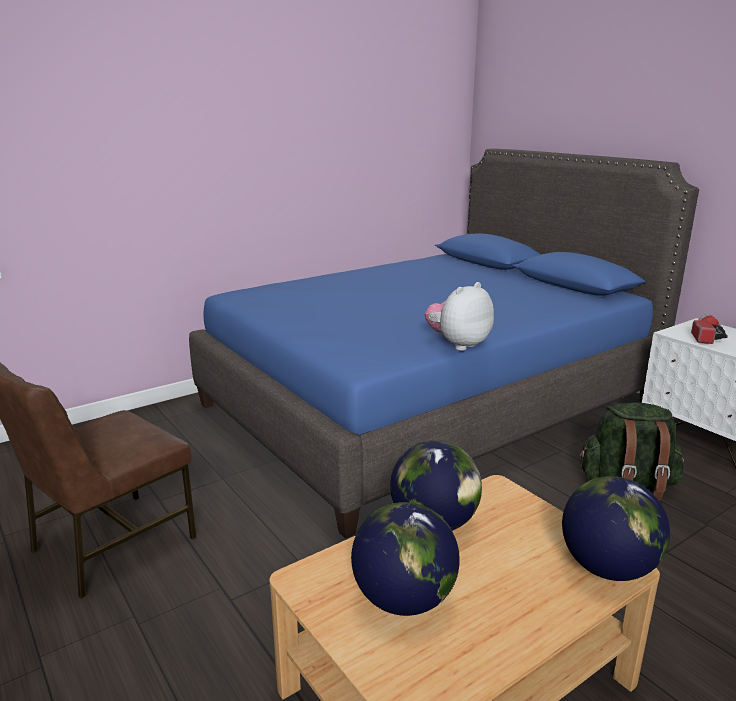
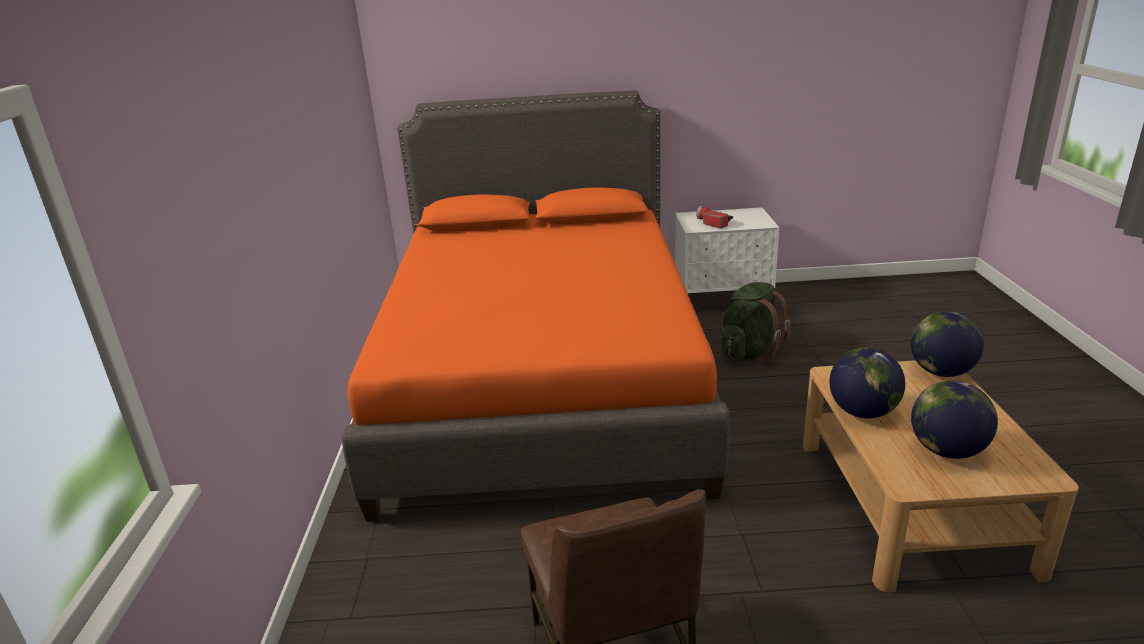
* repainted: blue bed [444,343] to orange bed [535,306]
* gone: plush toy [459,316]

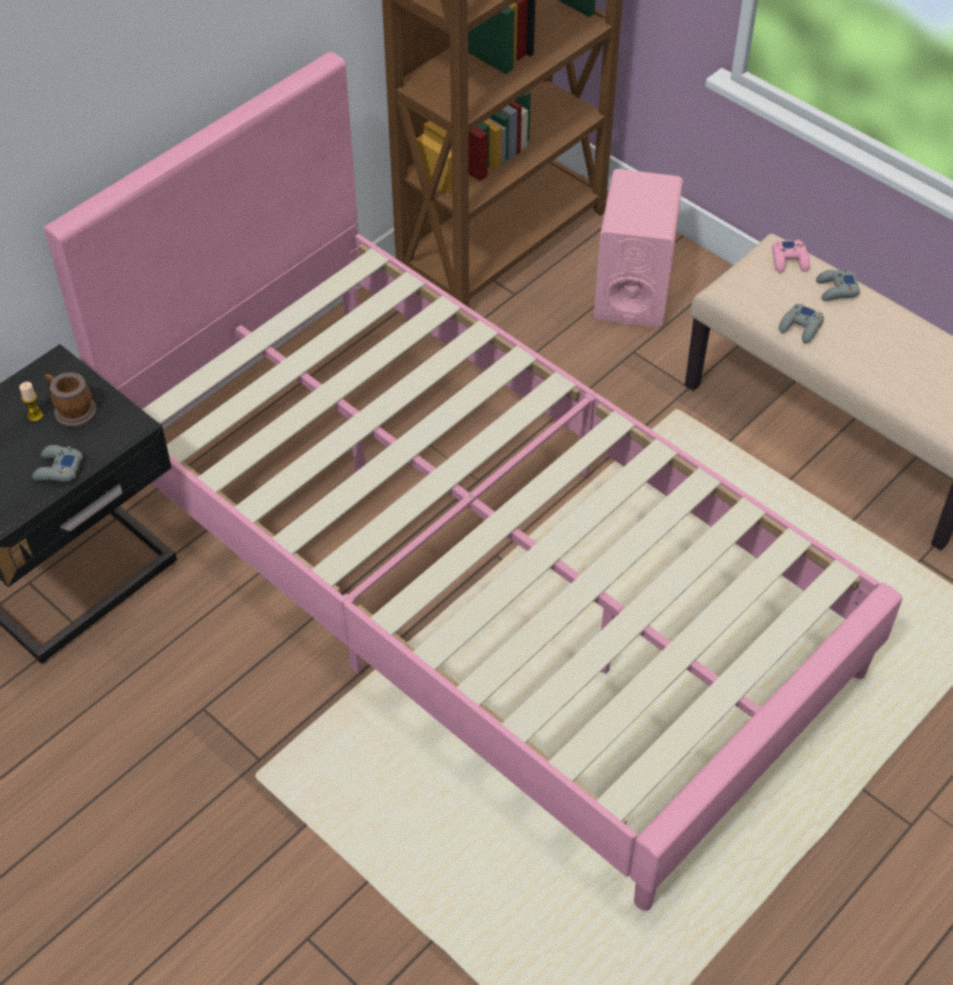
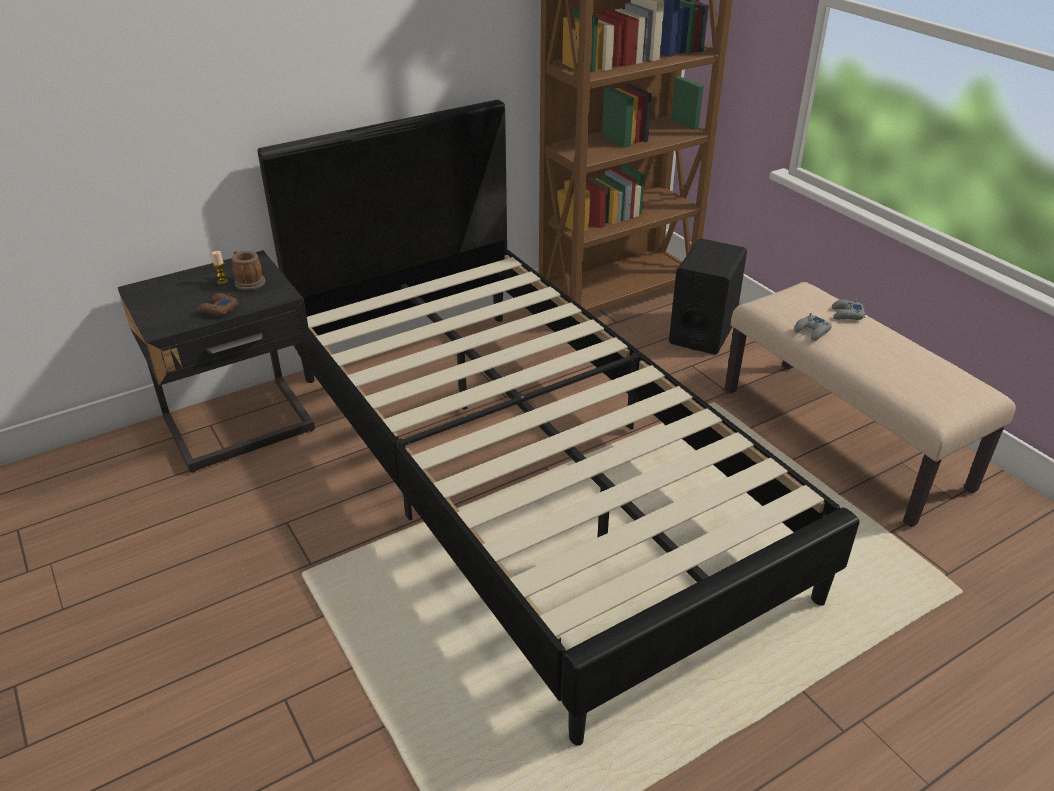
* repainted: pink bed [473,481] to black bed [558,423]
* repainted: pink speaker [638,248] to black speaker [708,296]
* gone: pink game controller [791,256]
* repainted: grey game controller [57,463] to brown game controller [217,304]

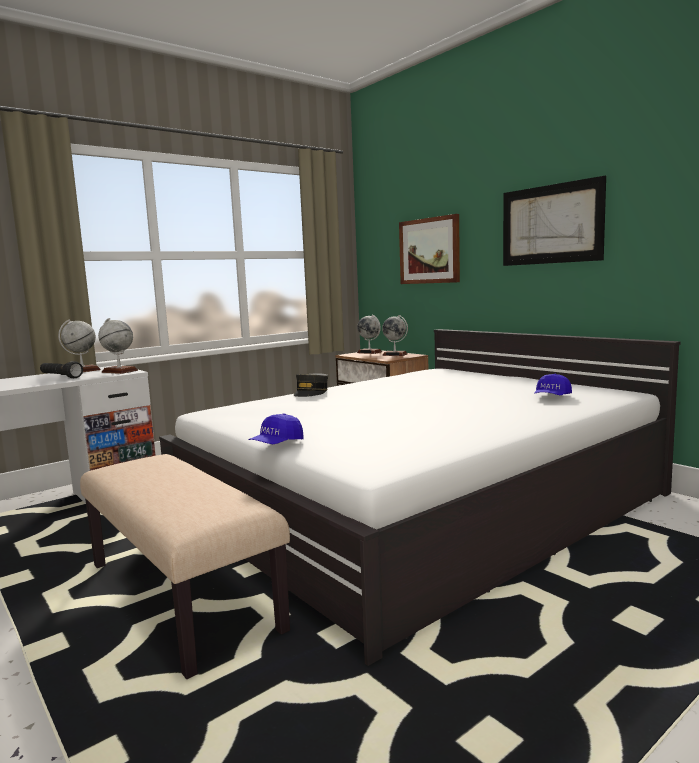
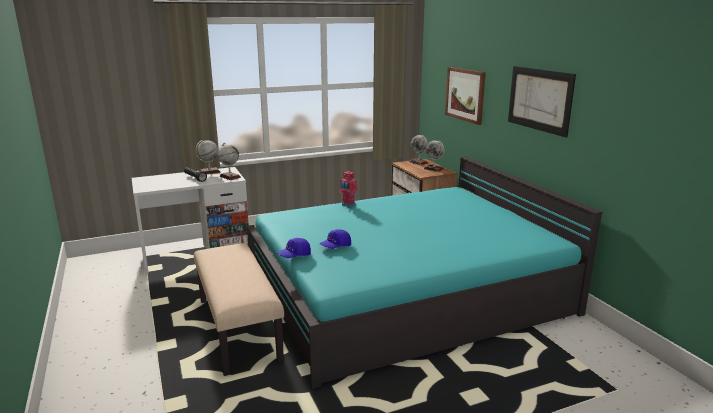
* repainted: white bed [419,497] to turquoise bed [425,272]
* swapped: grey cap [311,385] to toy robot [348,189]
* shifted: blue cap [553,384] to [335,239]

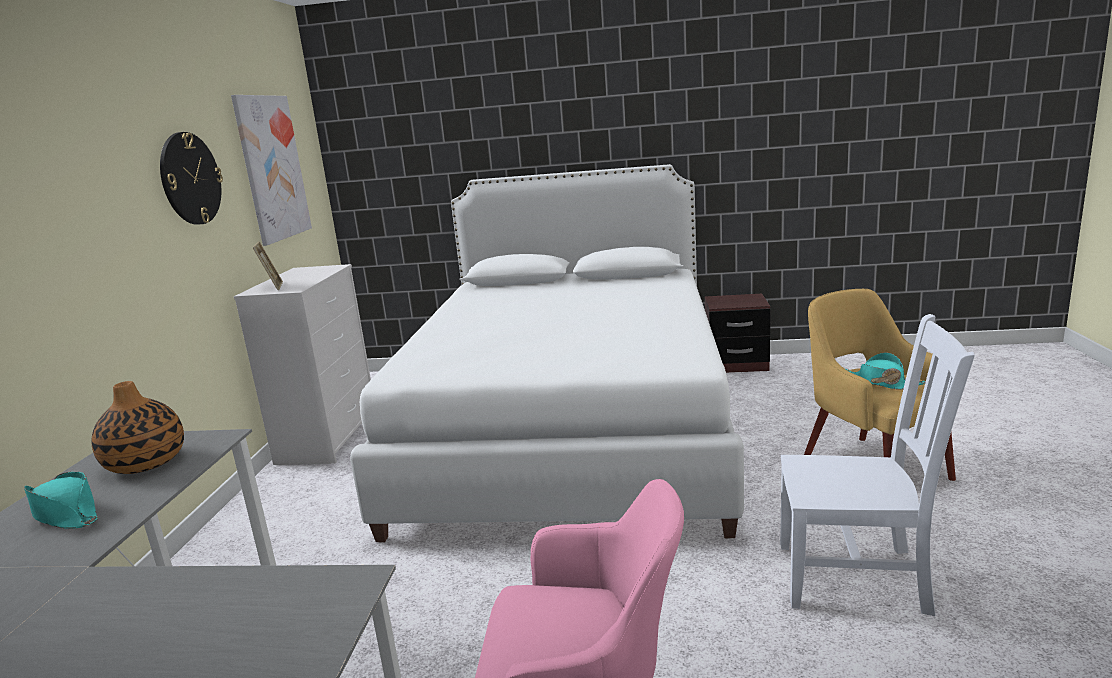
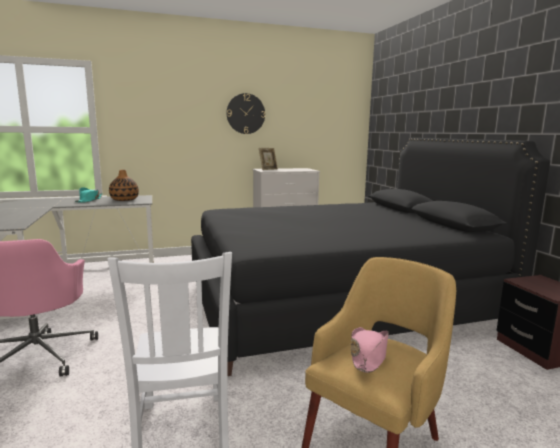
* gone: picture [271,170]
* repainted: white bed [547,353] to black bed [370,257]
* repainted: turquoise hat [886,371] to pink hat [370,350]

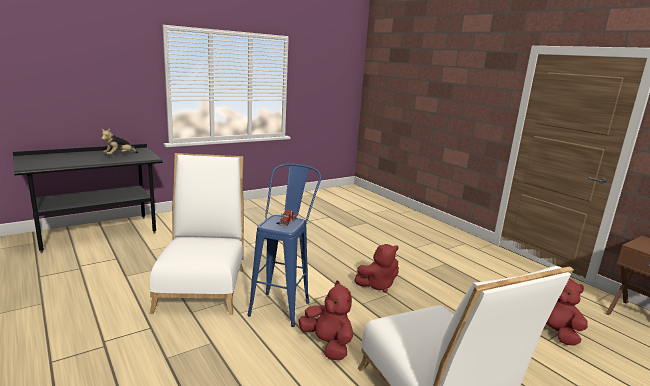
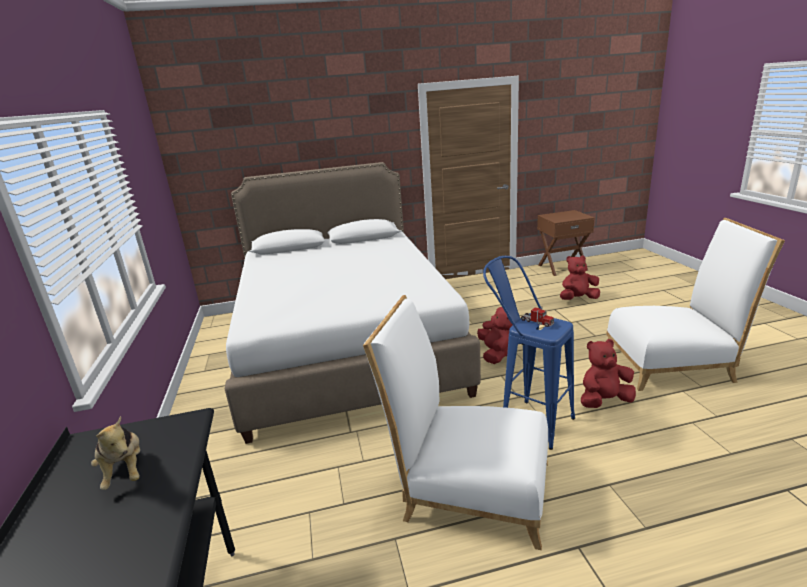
* new: white bed [353,303]

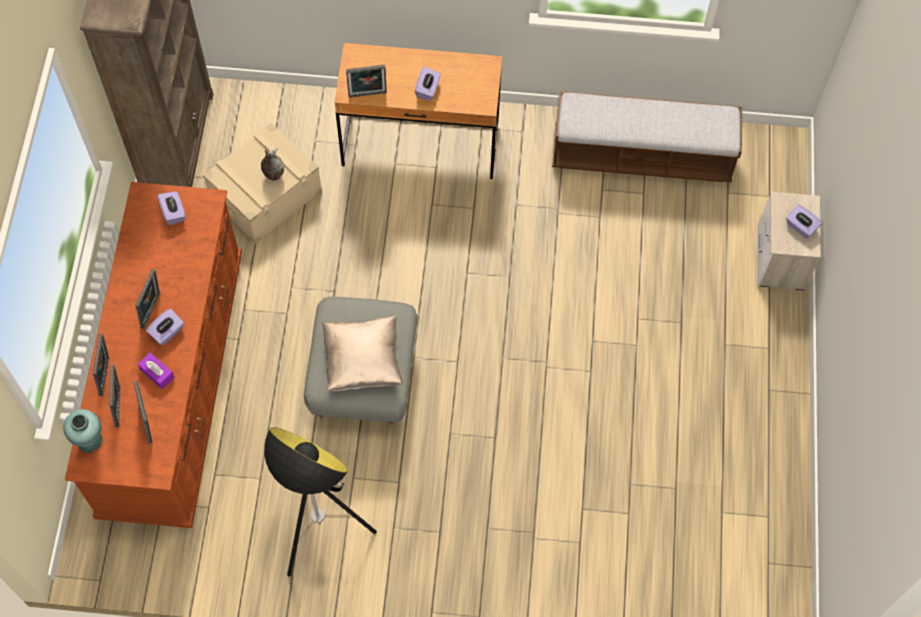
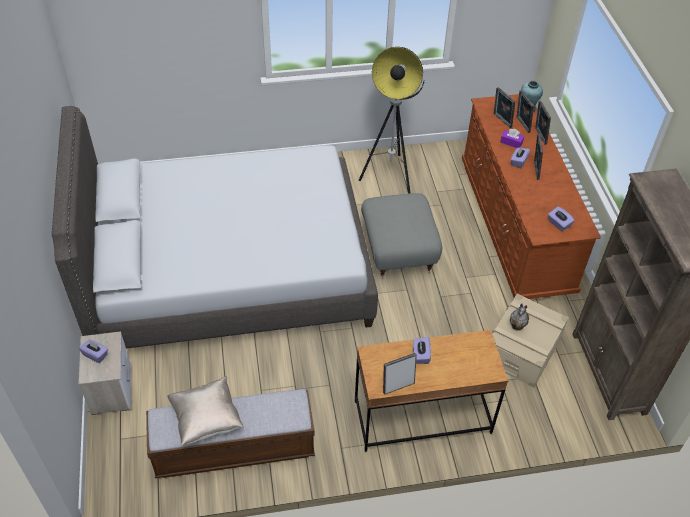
* shifted: picture frame [366,81] to [400,374]
* shifted: beige pillow [362,353] to [205,411]
* new: grey bed [215,227]

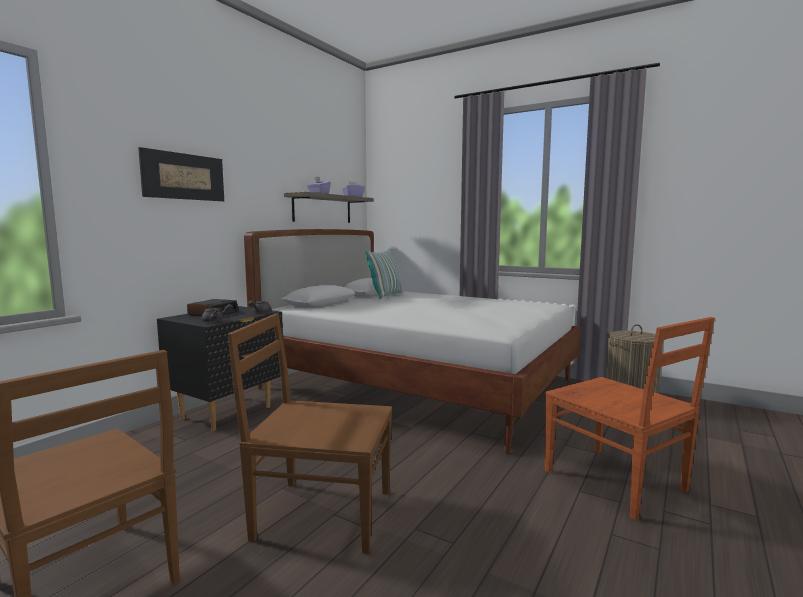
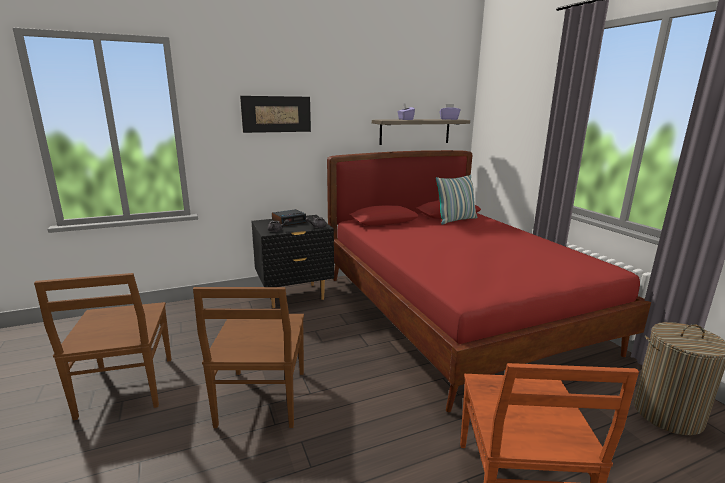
* repainted: white bed [413,341] to red bed [489,281]
* rotated: brown chair [309,433] = [248,357] 135 degrees counterclockwise

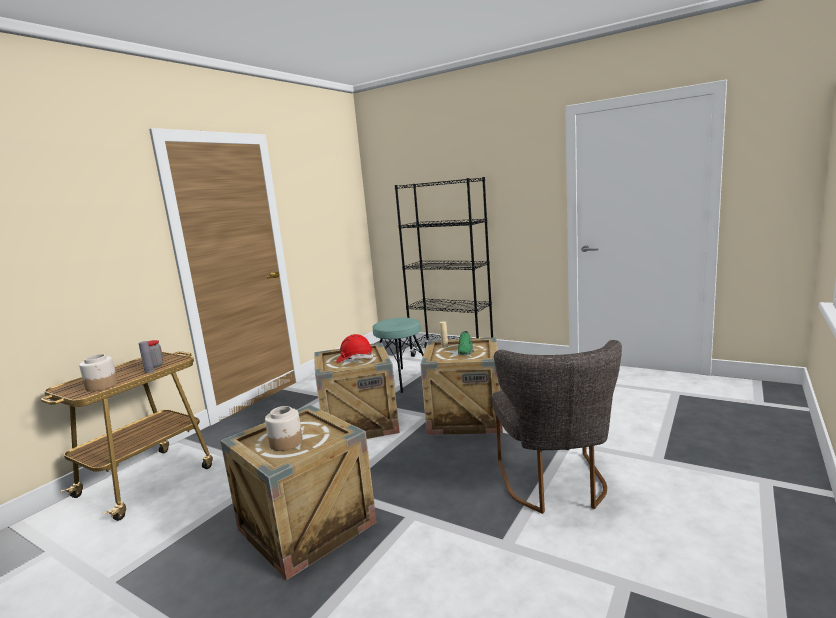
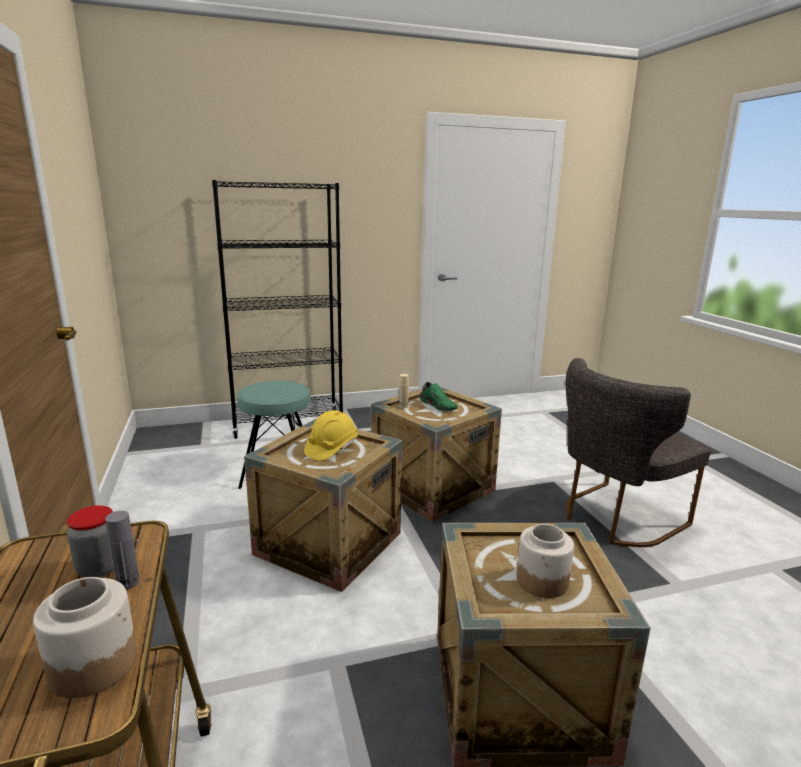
* repainted: red hard hat [354,348] to yellow hard hat [331,435]
* rotated: grey chair [556,427] = [638,452] 105 degrees clockwise

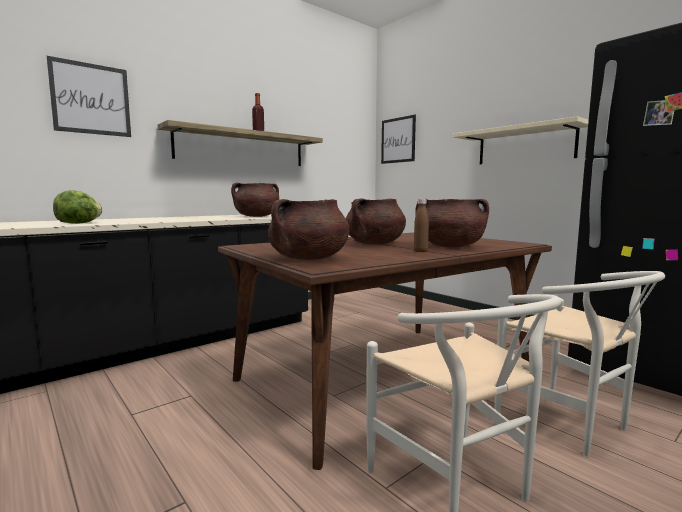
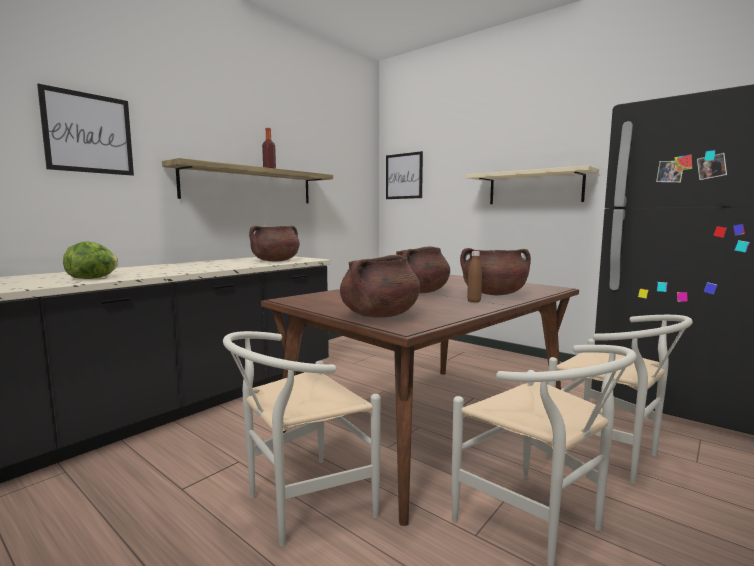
* new: white chair [302,439]

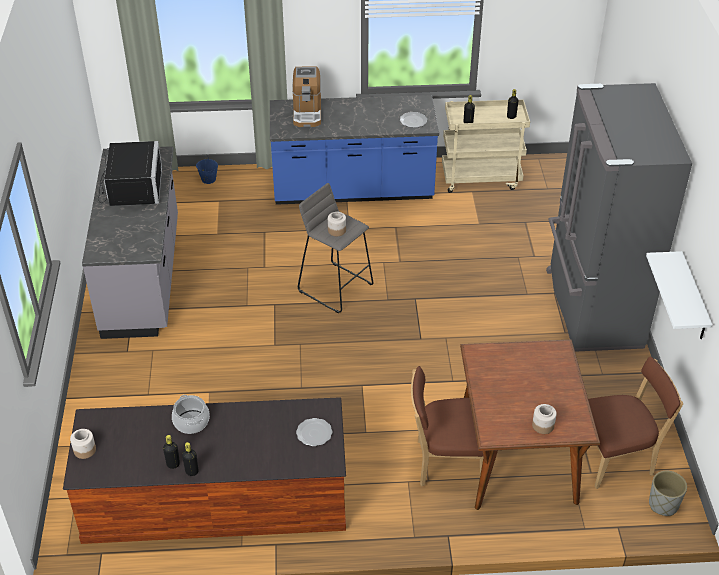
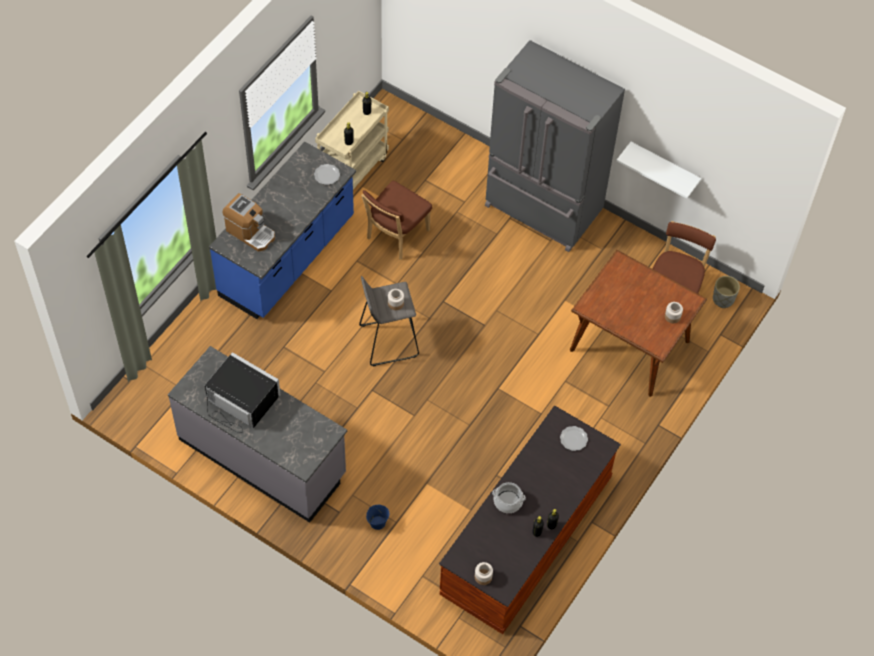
* shifted: blue bucket [207,169] to [377,517]
* shifted: brown chair [447,426] to [396,220]

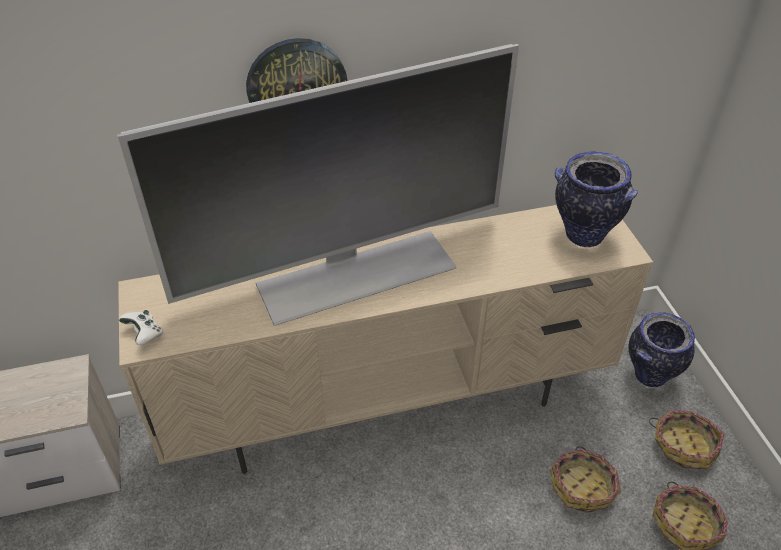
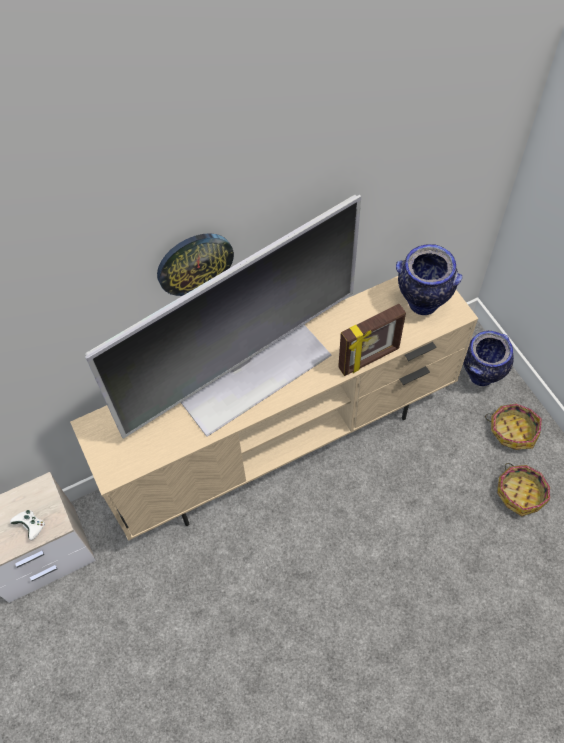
* shifted: white game controller [141,327] to [27,525]
* gone: basket [585,479]
* new: picture frame [372,340]

